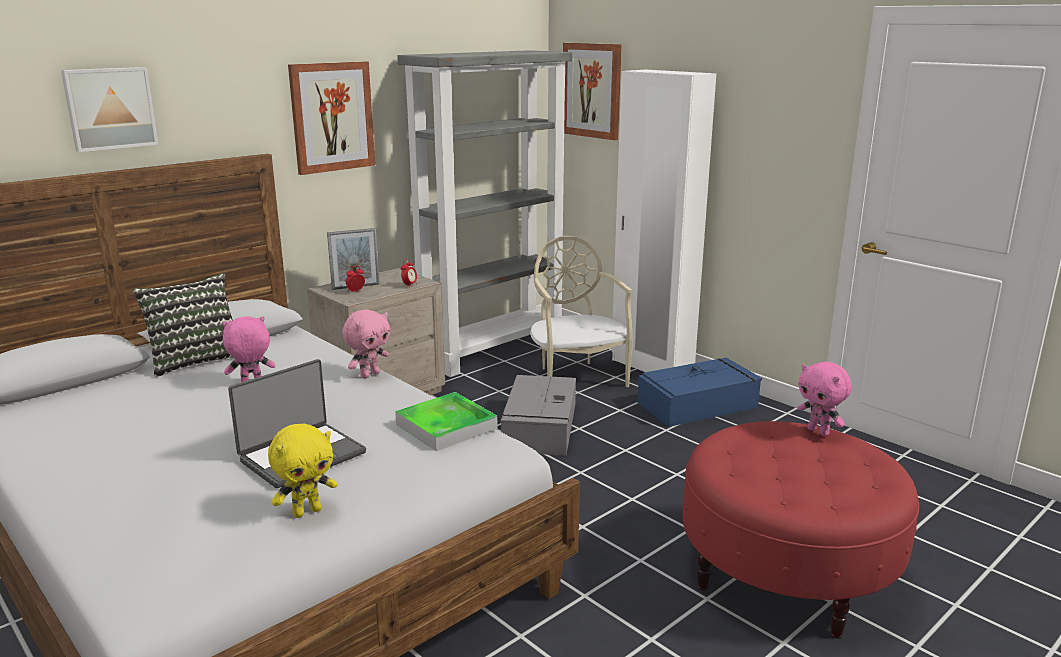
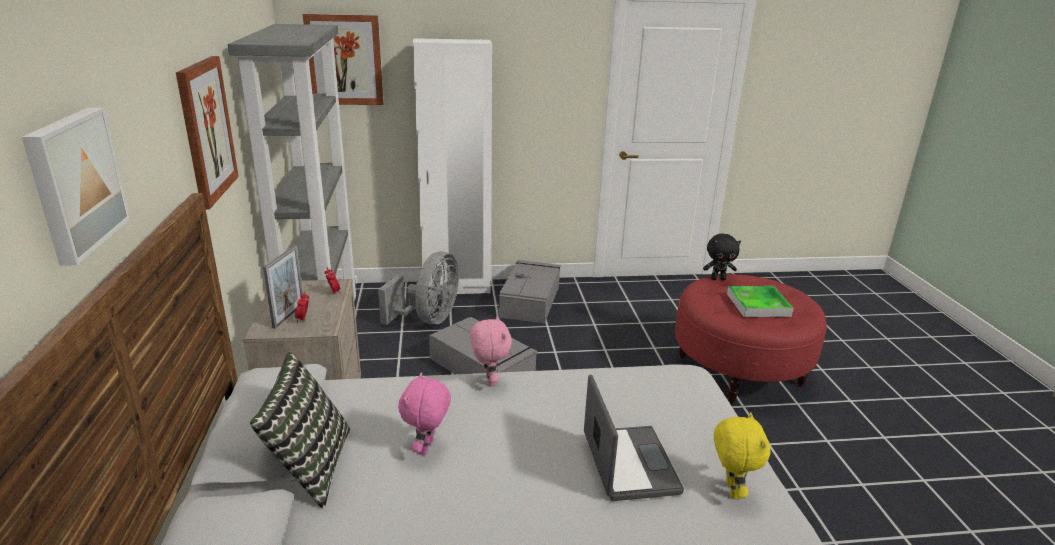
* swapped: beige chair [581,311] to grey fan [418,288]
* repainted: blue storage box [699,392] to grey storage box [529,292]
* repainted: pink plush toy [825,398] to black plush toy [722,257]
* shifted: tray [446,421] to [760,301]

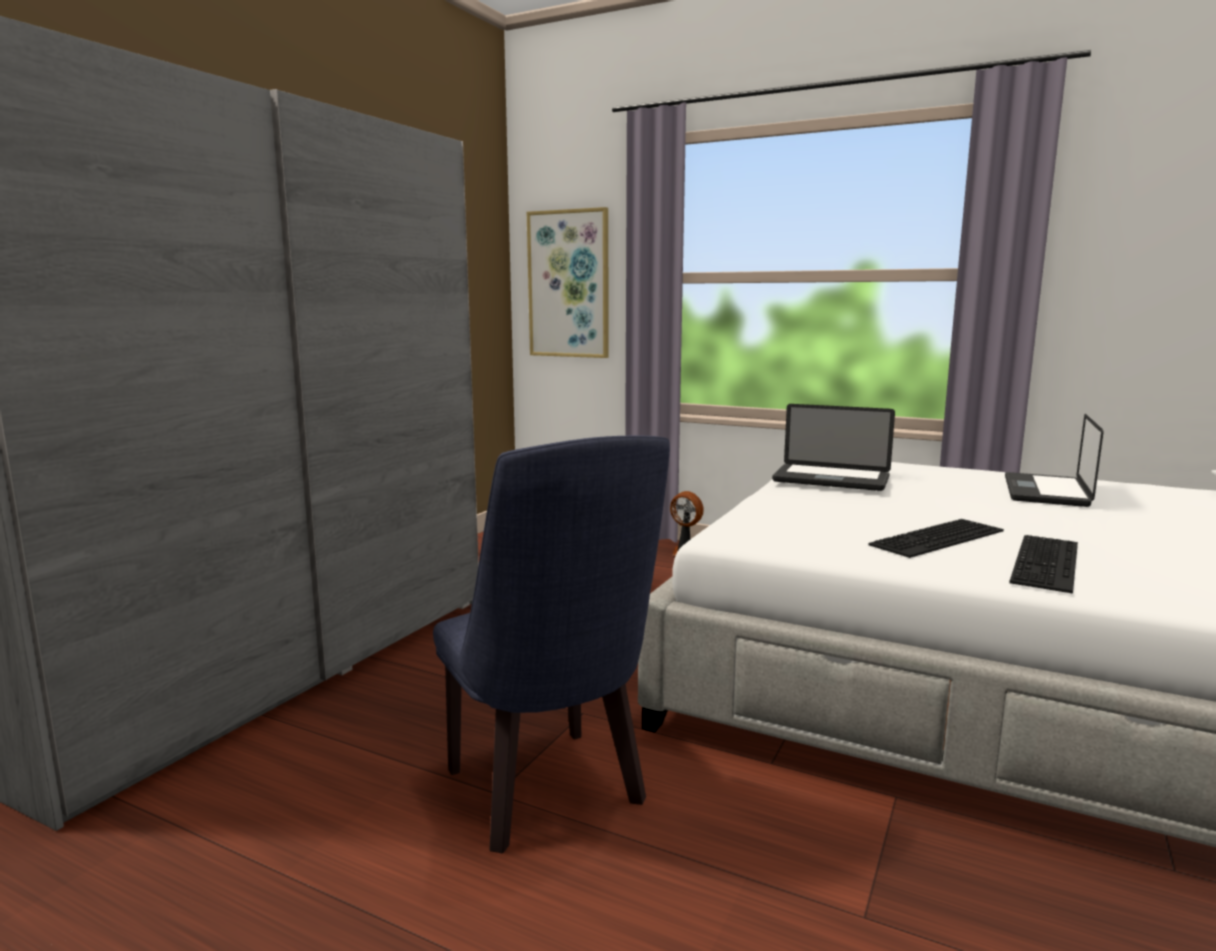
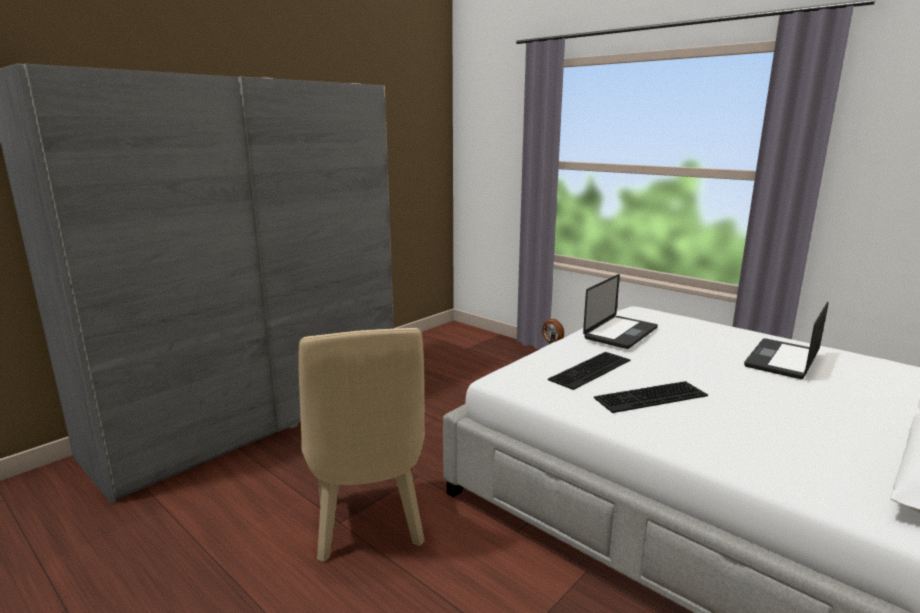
* gone: picture [568,282]
* rotated: laptop [833,447] = [620,311] 90 degrees counterclockwise
* repainted: blue chair [551,644] to beige chair [361,445]
* shifted: keyboard [1043,564] to [589,371]

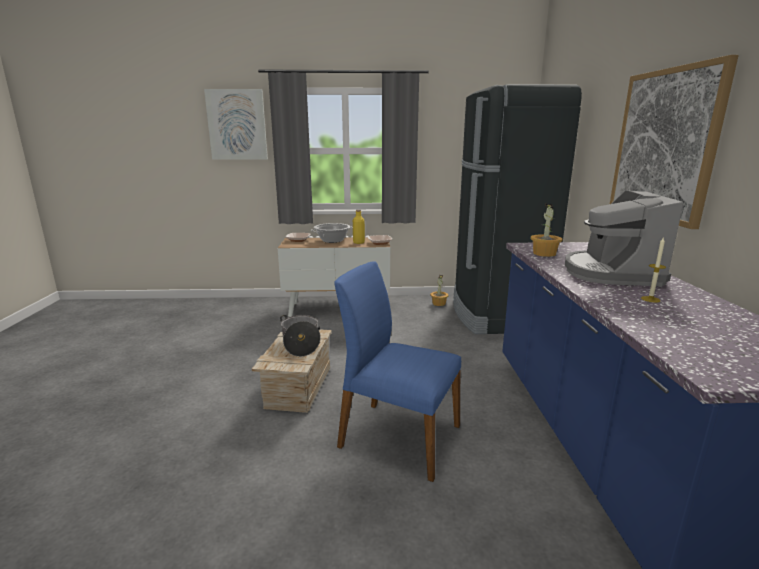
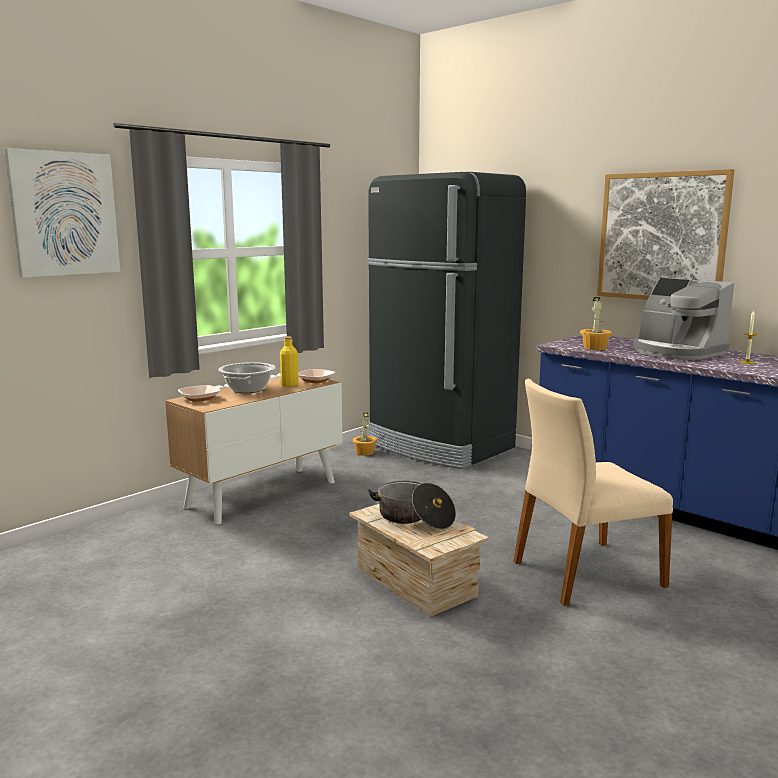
* repainted: blue chair [397,371] to beige chair [593,492]

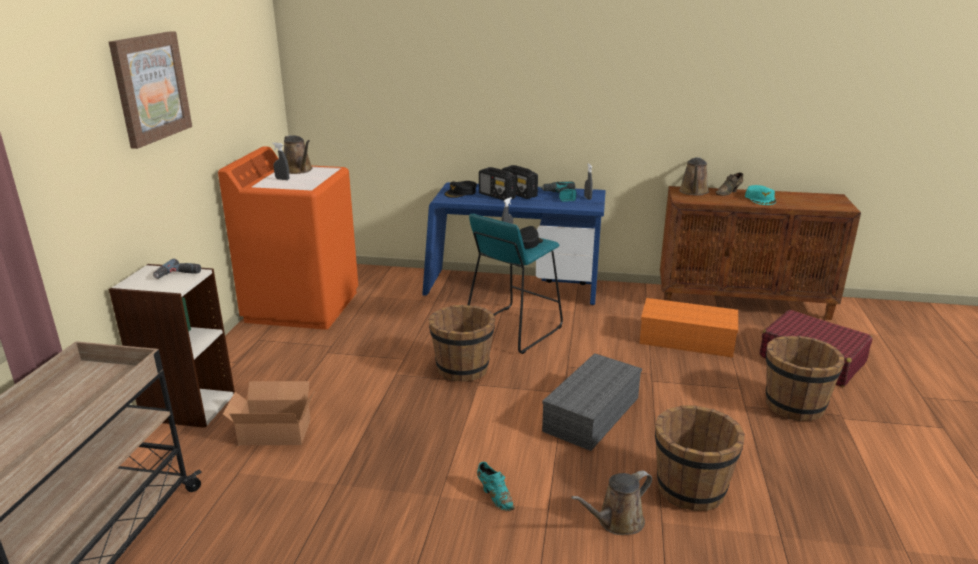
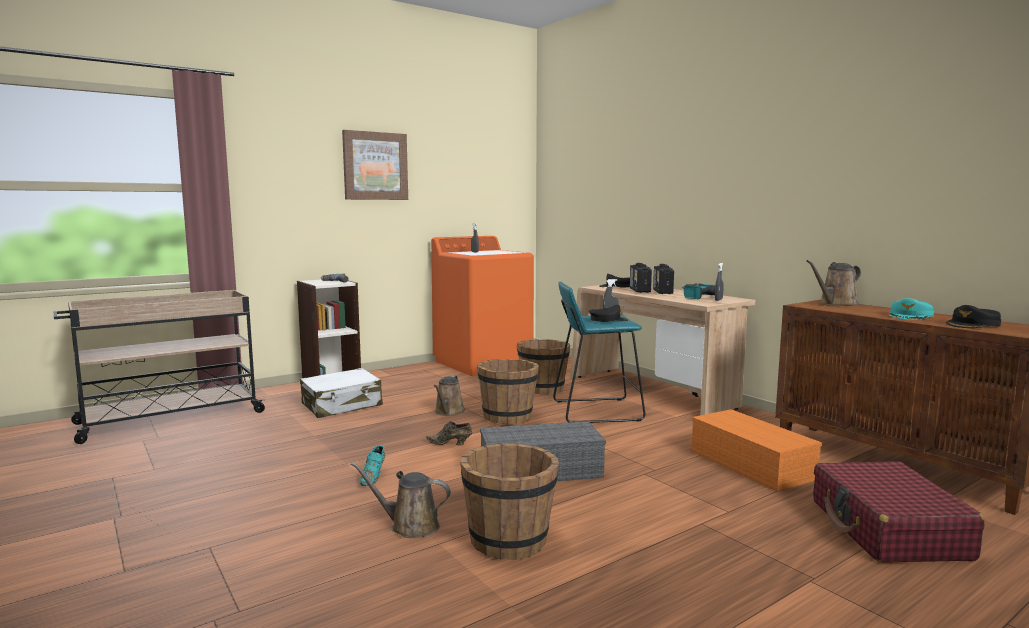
* shifted: brown watering can [298,154] to [449,396]
* shifted: brown shoe [730,184] to [449,433]
* repainted: blue desk [514,243] to beige desk [662,350]
* shifted: brown bucket [805,378] to [543,367]
* swapped: cardboard box [268,413] to white suitcase [341,393]
* new: black cap [973,316]

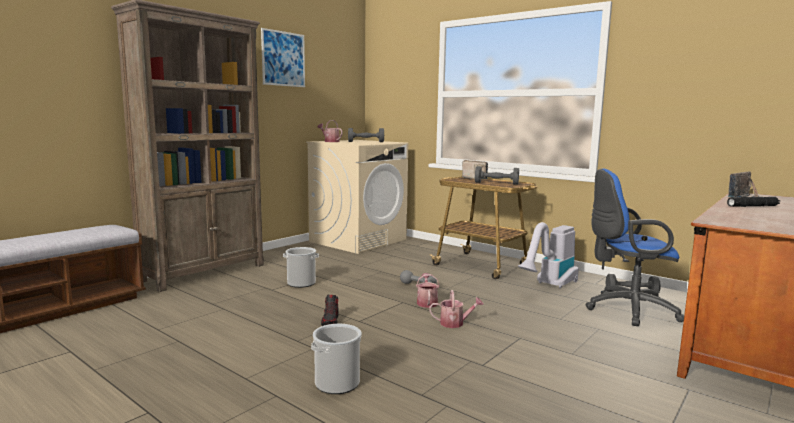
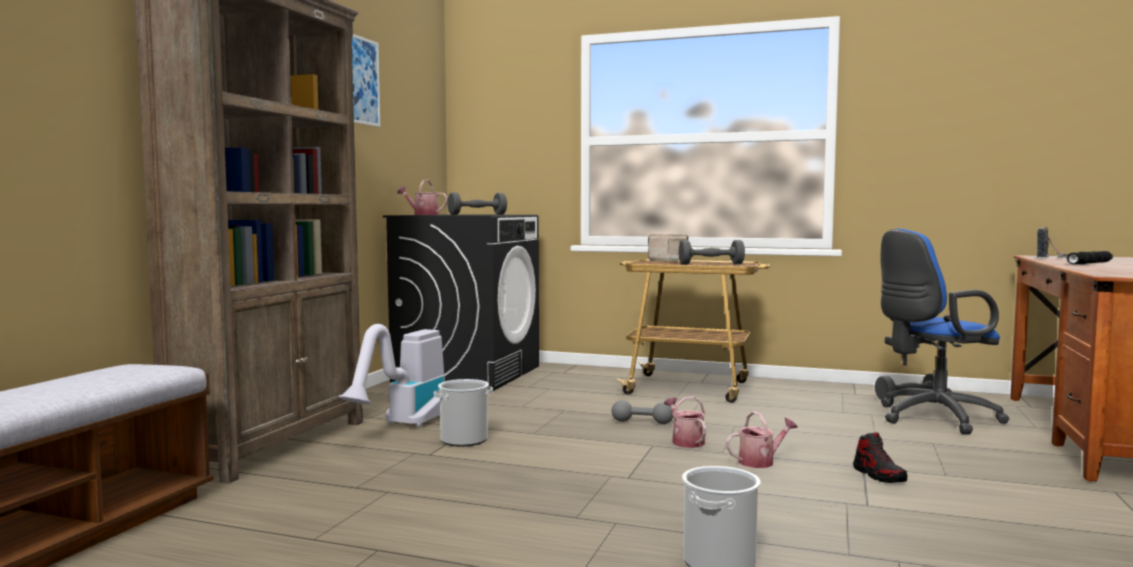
* repainted: beige washing machine [357,197] to black washing machine [461,302]
* shifted: vacuum cleaner [548,255] to [392,376]
* shifted: shoe [330,310] to [880,458]

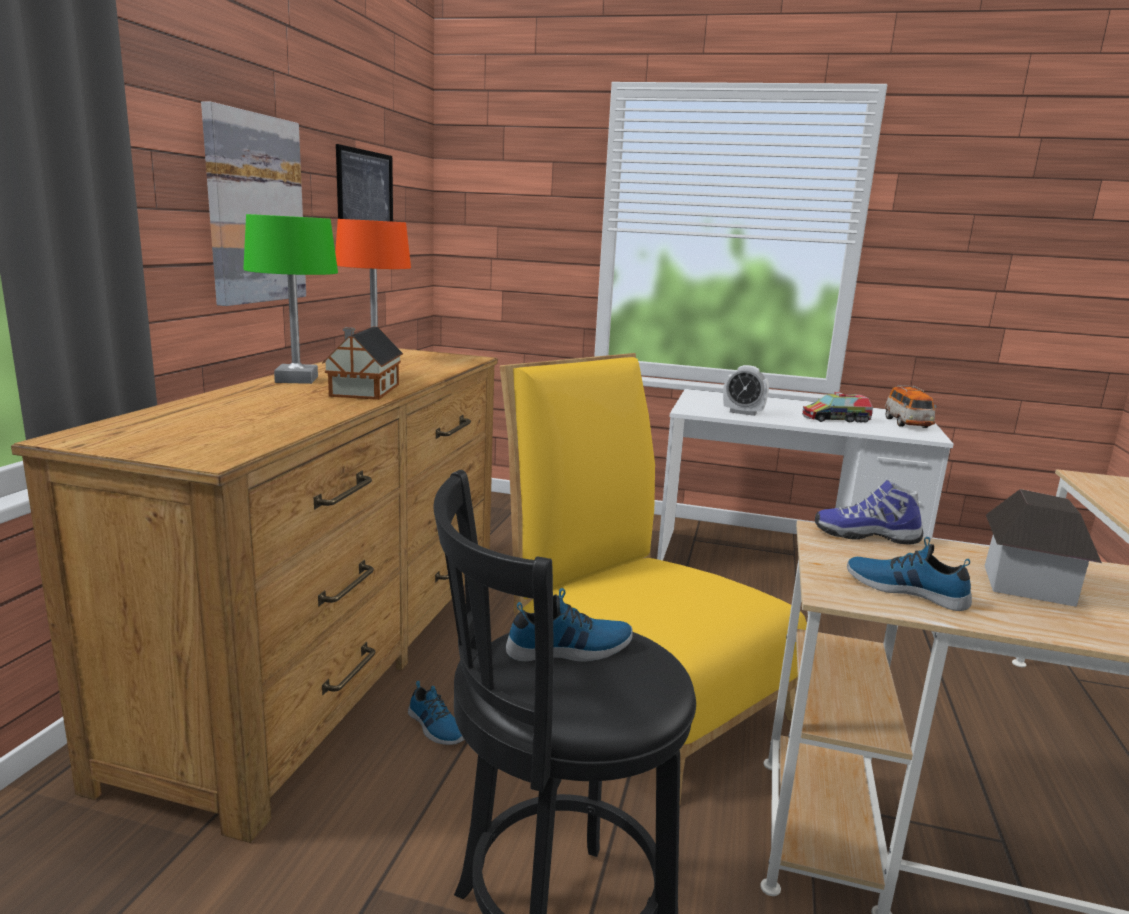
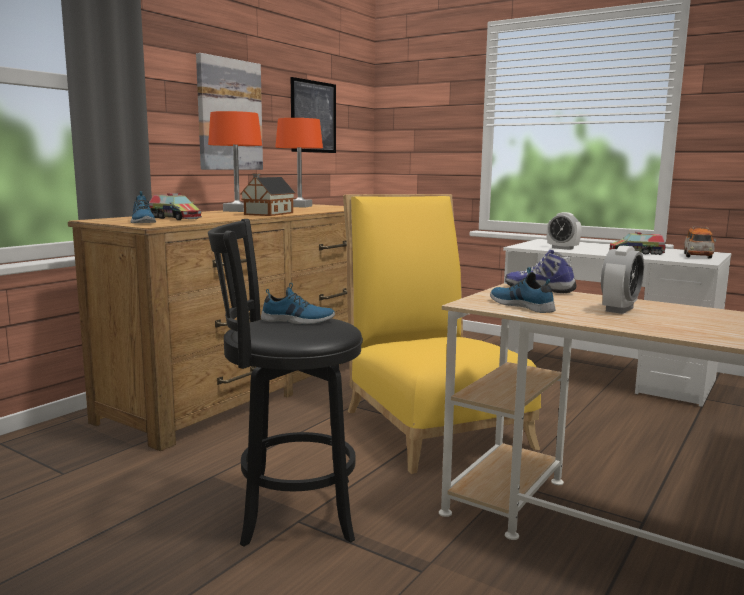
* repainted: green table lamp [290,299] to orange table lamp [235,161]
* swapped: toy house [1043,548] to alarm clock [622,280]
* shifted: shoe [436,713] to [143,207]
* new: toy truck [175,206]

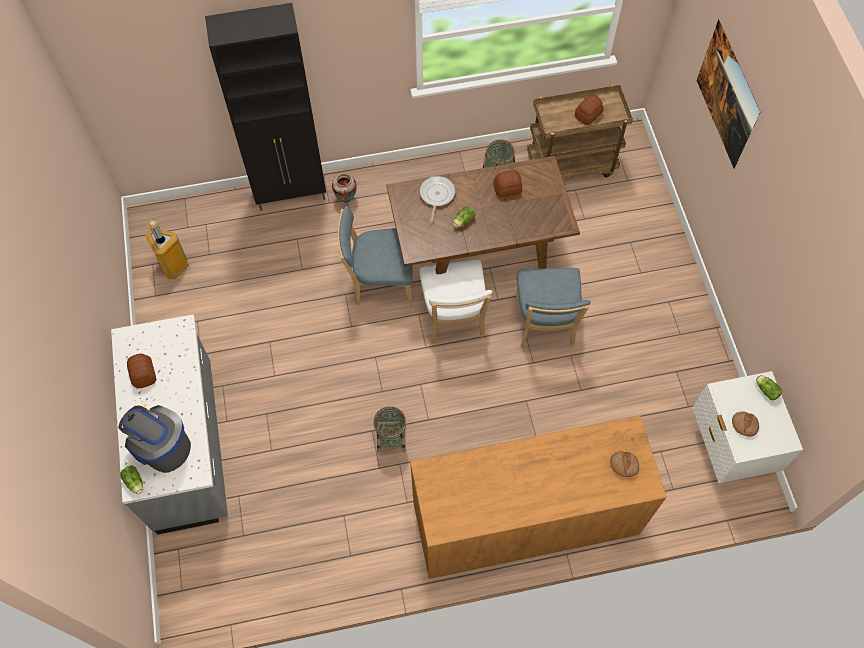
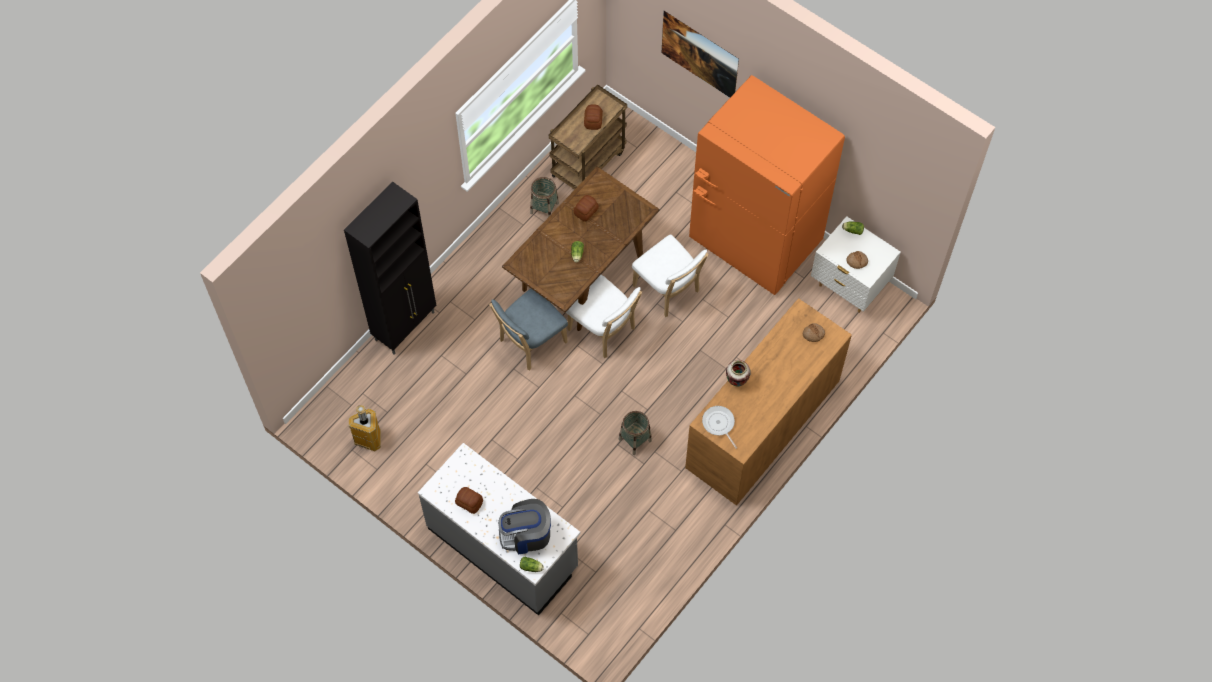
* shifted: vase [344,188] to [738,373]
* shifted: frying pan [437,200] to [719,427]
* repainted: blue chair [553,308] to white chair [670,276]
* new: orange fridge [767,185]

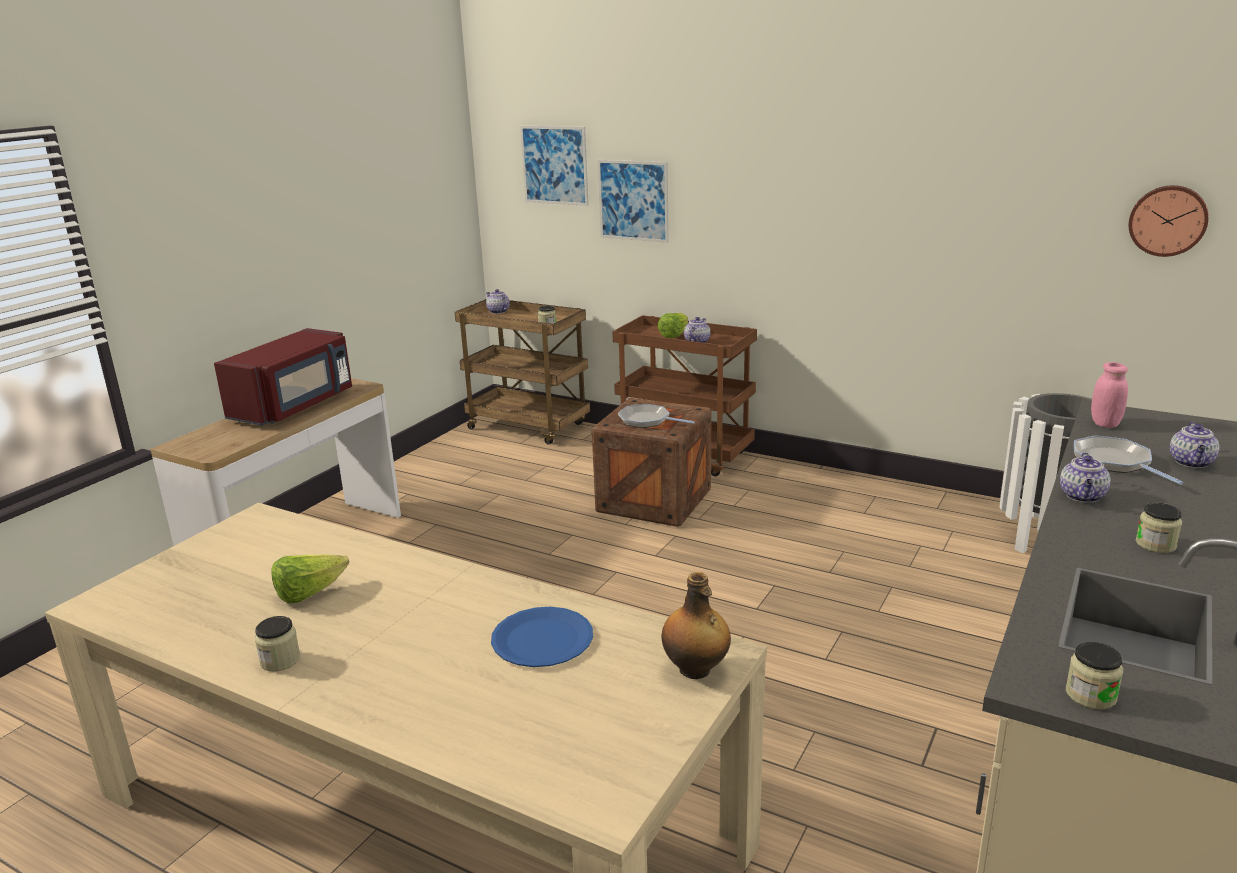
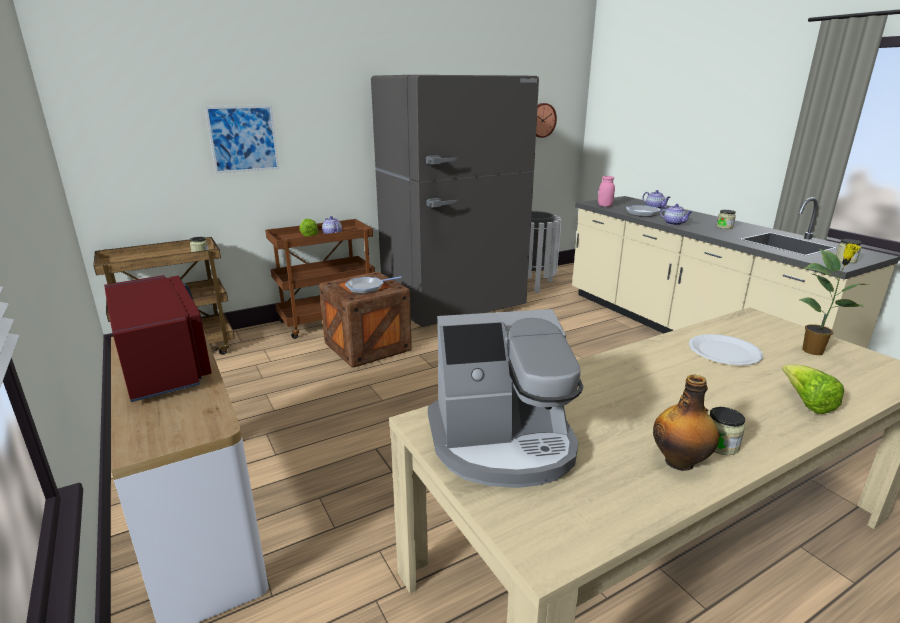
* gone: picture [554,166]
* gone: teapot [498,301]
* shifted: lettuce [310,579] to [813,389]
* shifted: bottle [696,625] to [686,422]
* repainted: blue plate [542,637] to white plate [726,349]
* new: grey fridge [455,201]
* new: potted plant [833,299]
* new: coffee machine [505,398]

